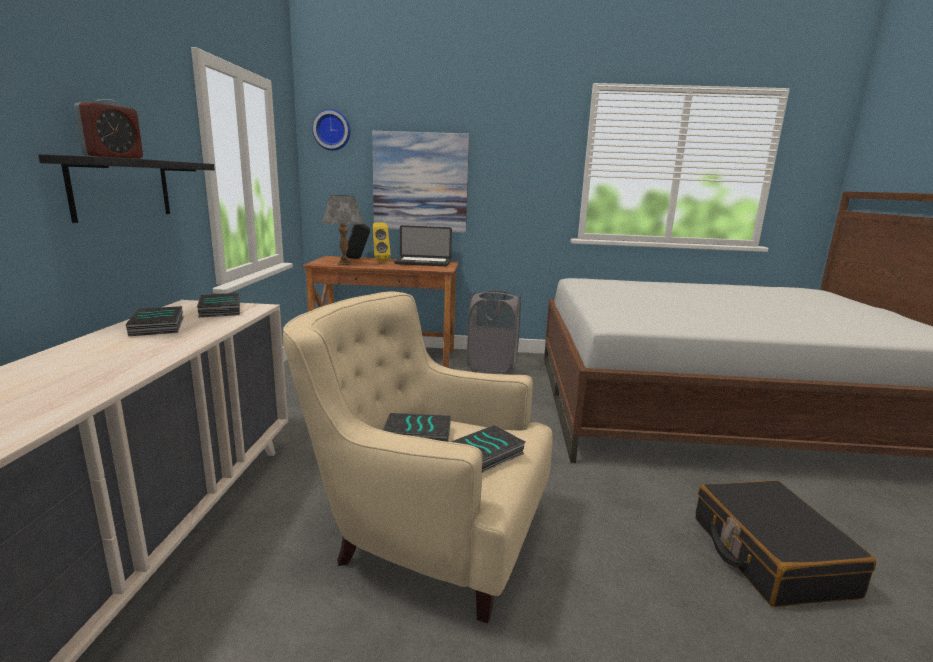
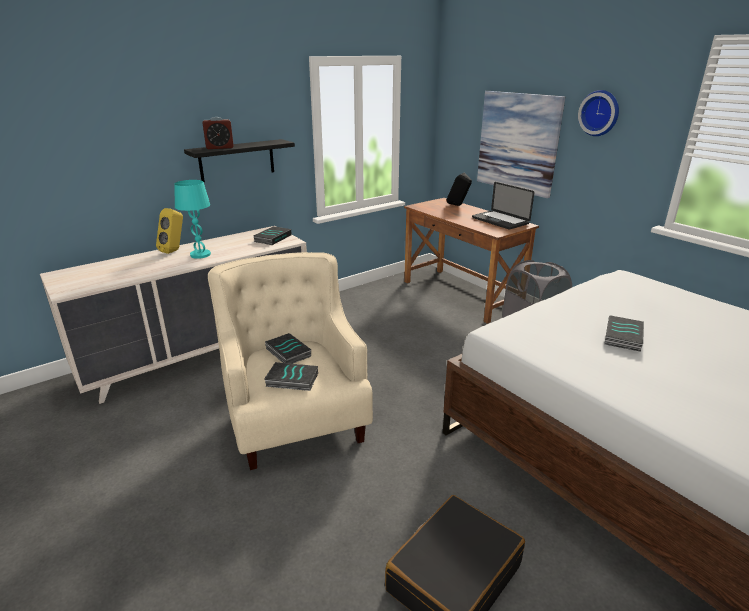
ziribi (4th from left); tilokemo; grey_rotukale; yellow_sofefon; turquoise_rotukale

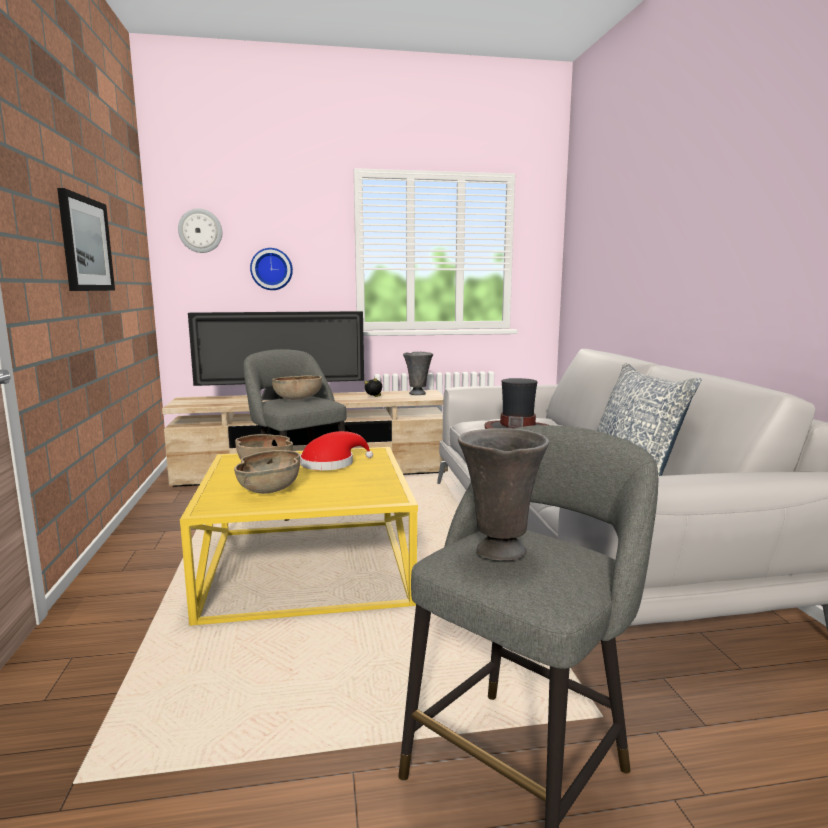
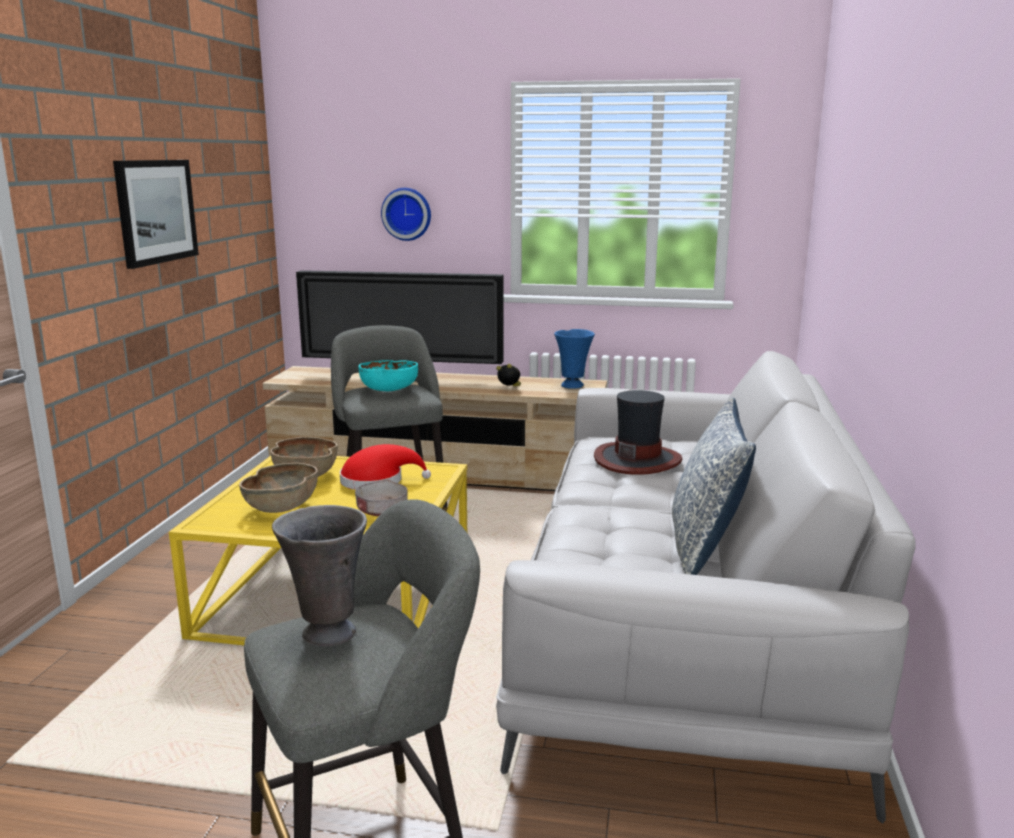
tilokemo (1st from left in the first image); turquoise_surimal; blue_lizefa; grey_surimal

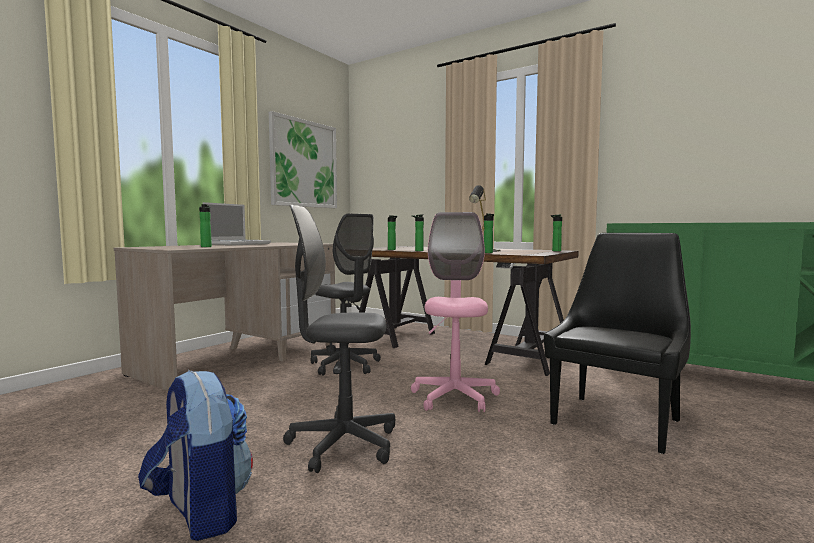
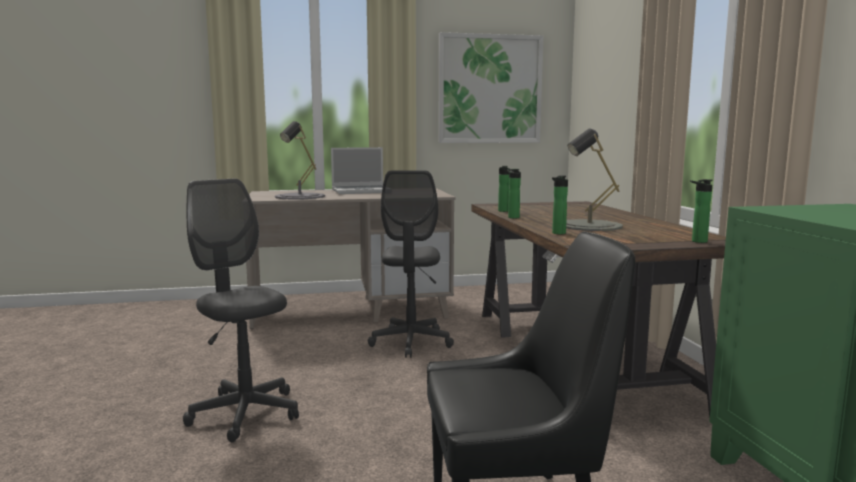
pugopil; grey_rotukale (1st from left); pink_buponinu

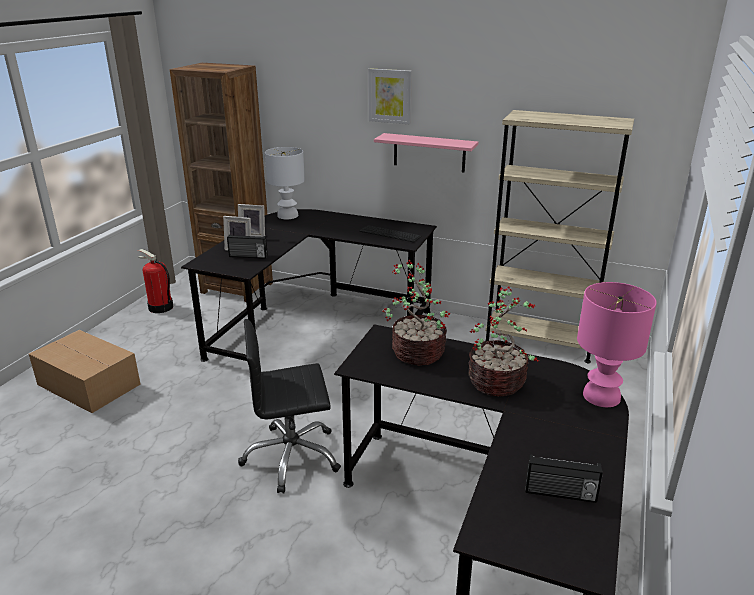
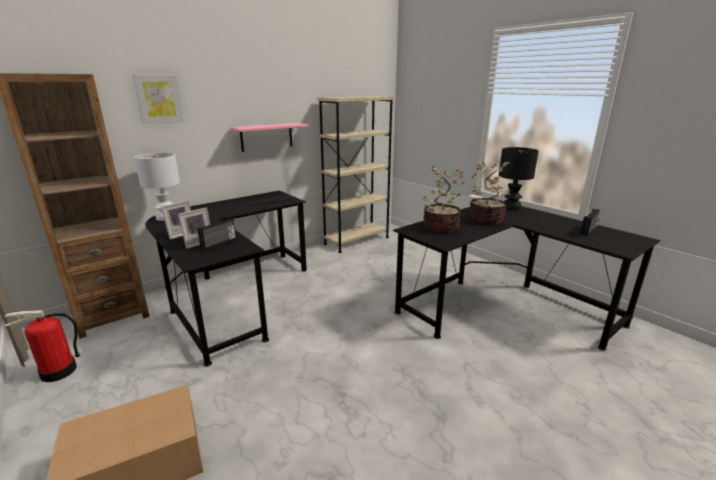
black_buponinu; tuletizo; black_rotukale

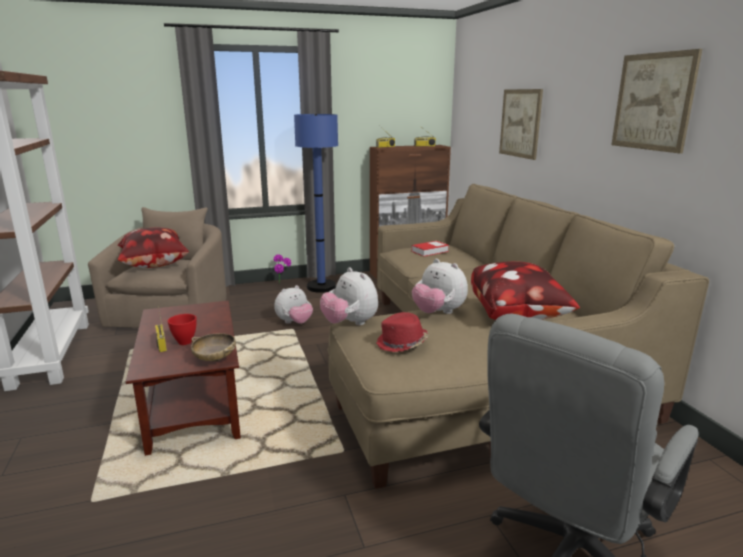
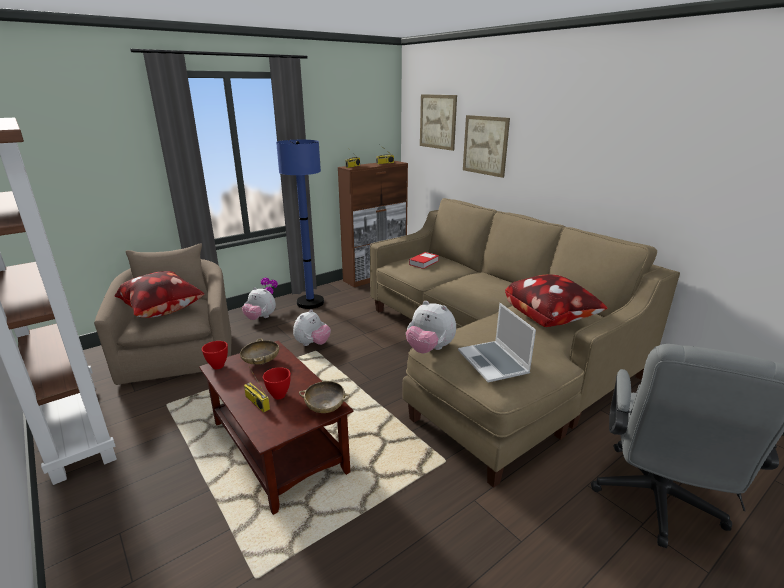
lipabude; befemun (1st from left); tuletizo (1st from left); red_surimal (1st from left); beige_surimal (1st from left)

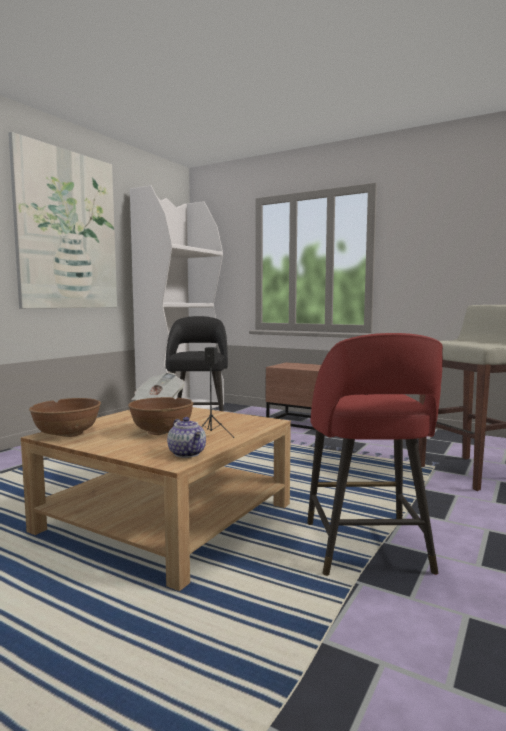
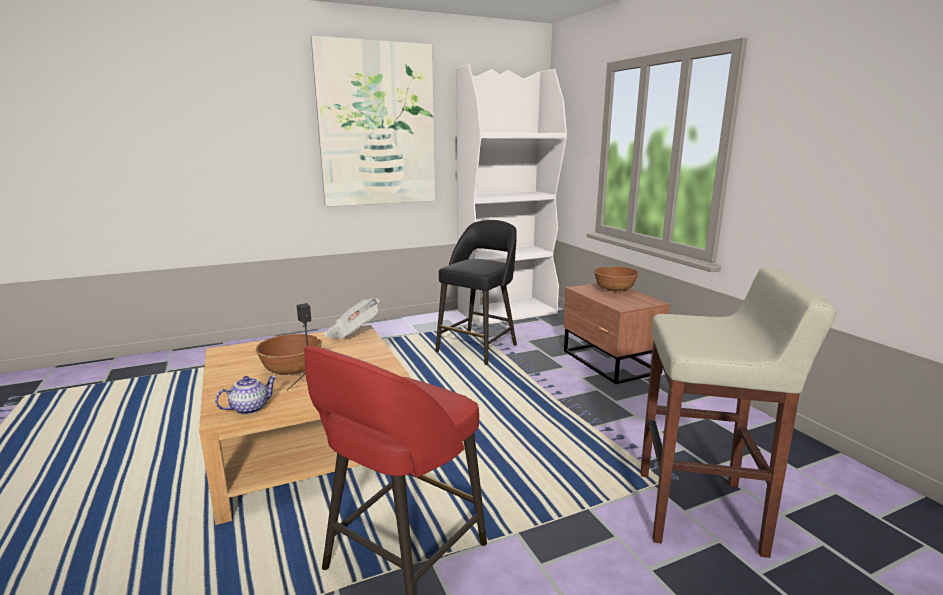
brown_surimal (2nd from left); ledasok

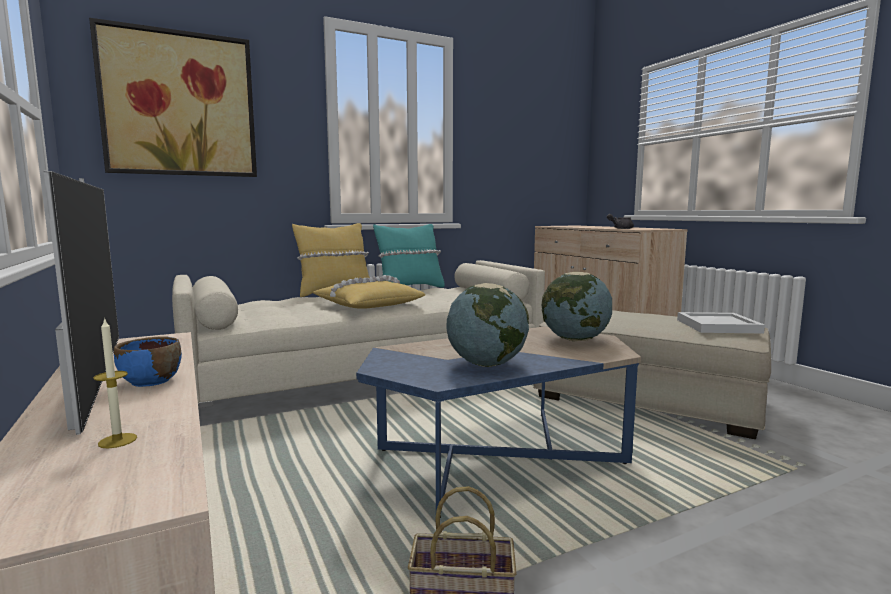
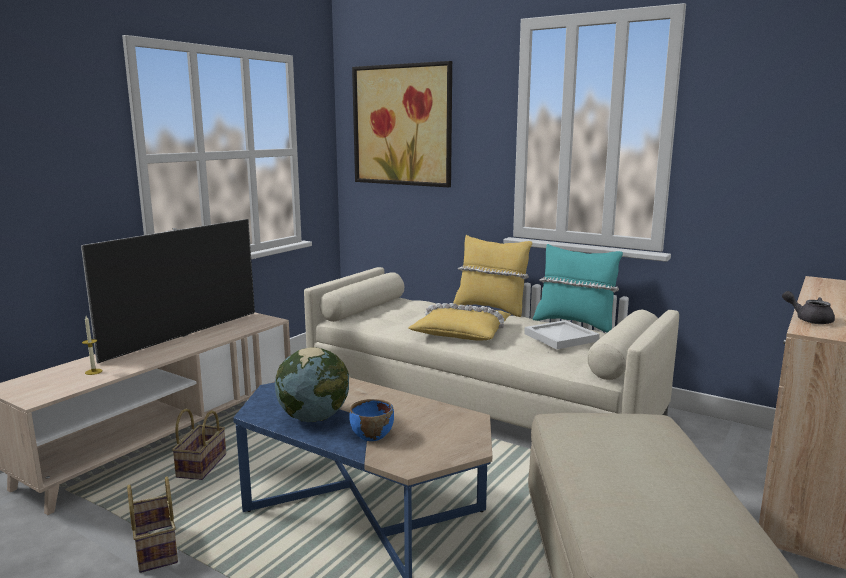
blue_surimal; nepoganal (2nd from left in the first image); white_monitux; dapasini (2nd from left)

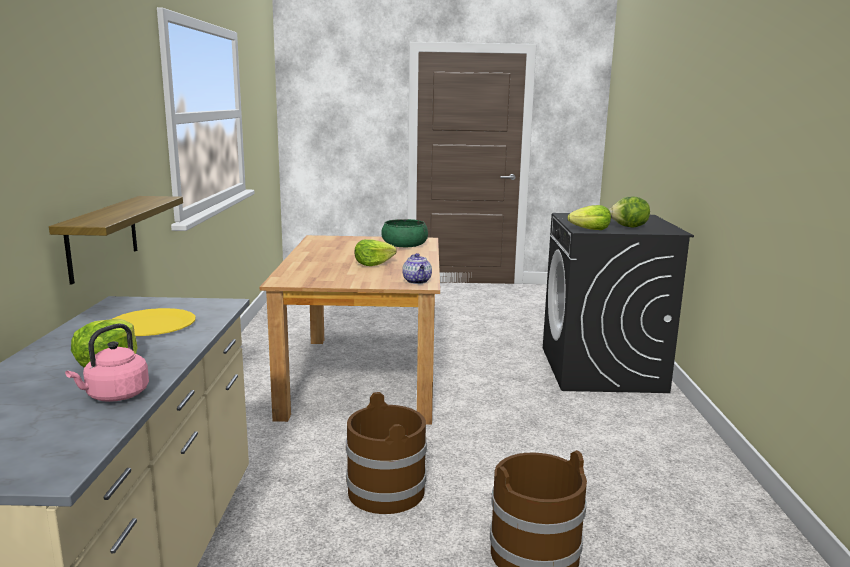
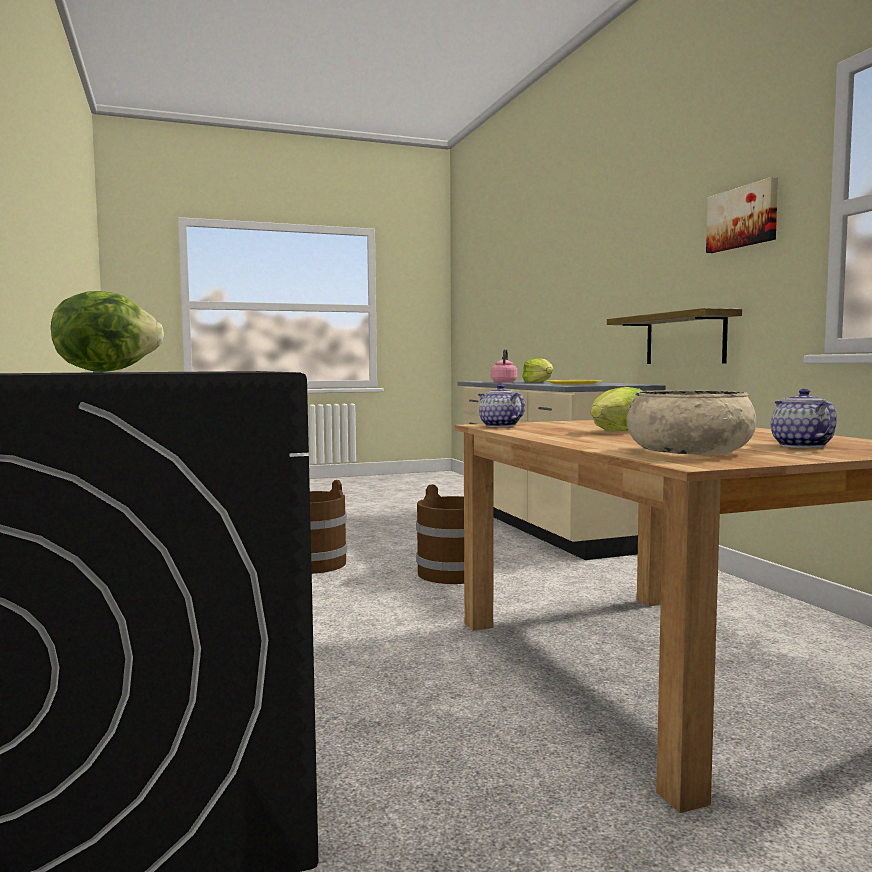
beige_surimal; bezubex (3rd from left in the first image); tuletizo; ledasok (2nd from left)

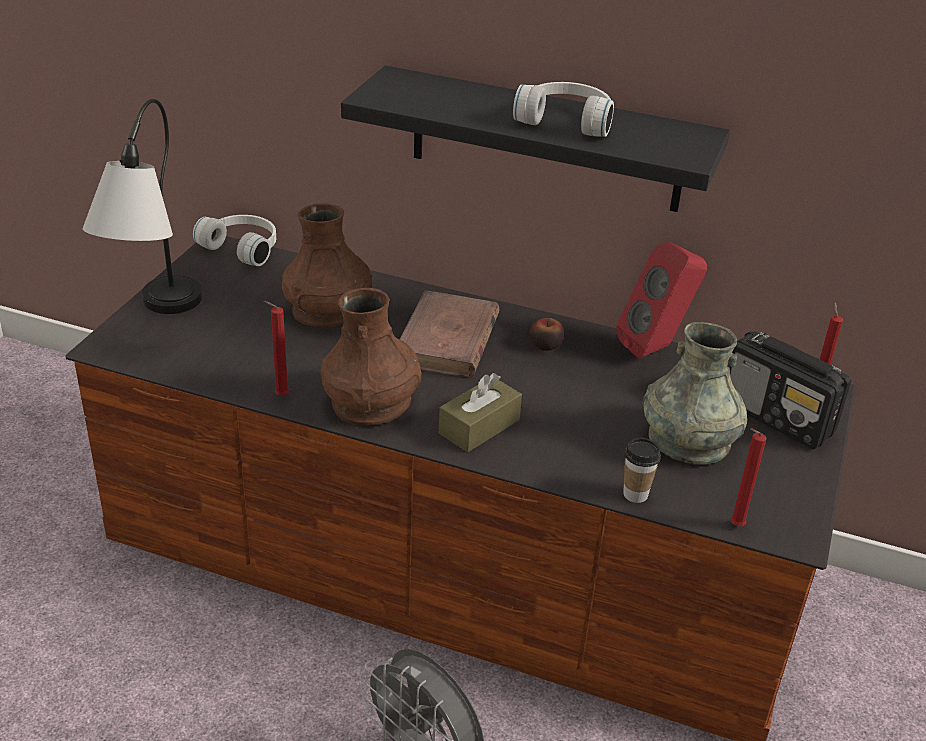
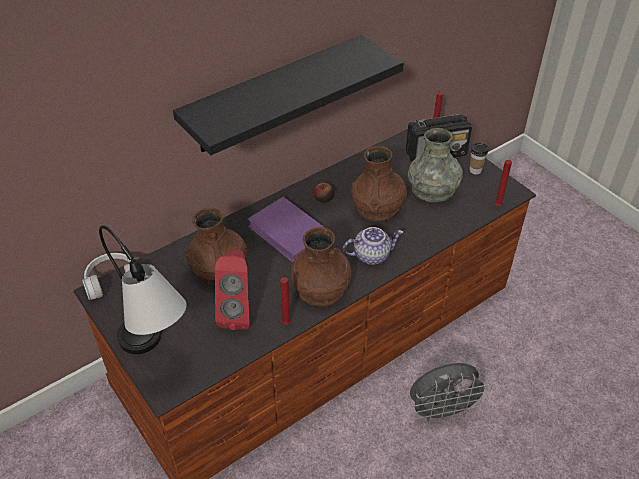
purple_ziribi; ledasok; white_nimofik (2nd from left in the first image); red_sofefon; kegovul; brown_lizefa (3rd from left)

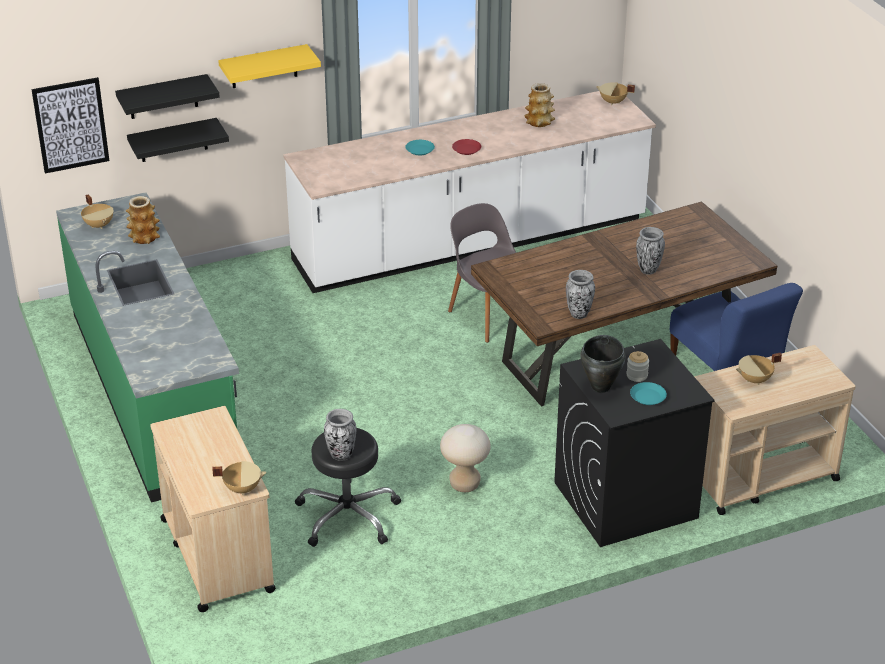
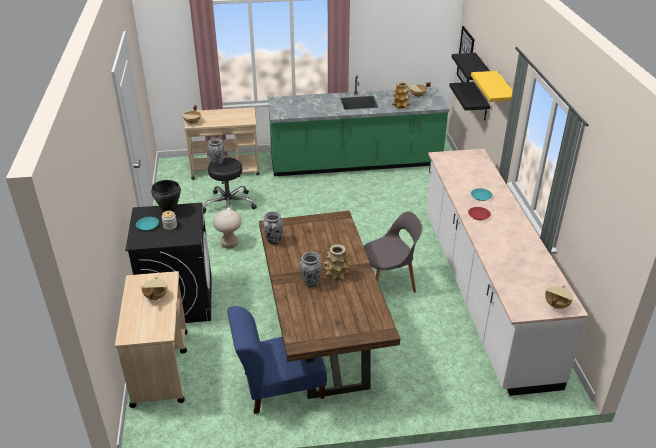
lizefa (4th from left)

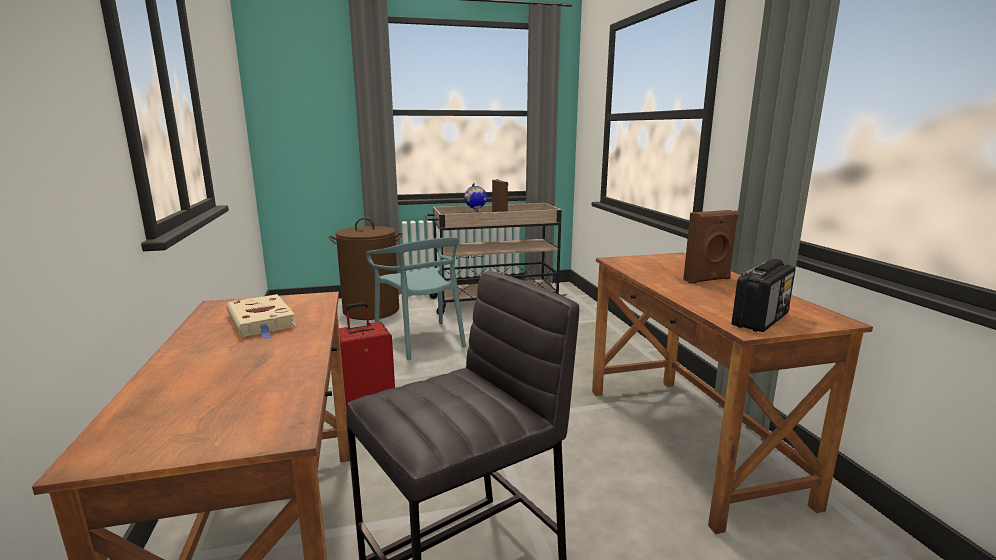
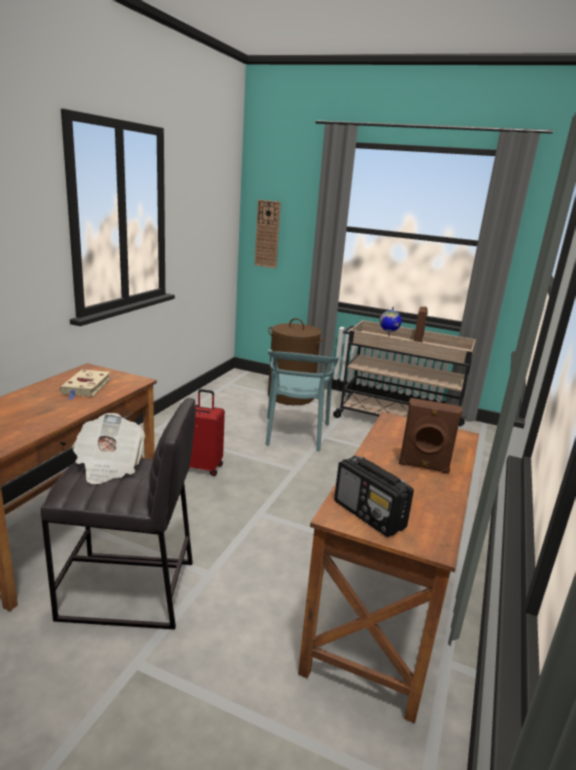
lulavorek; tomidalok; tilokemo

